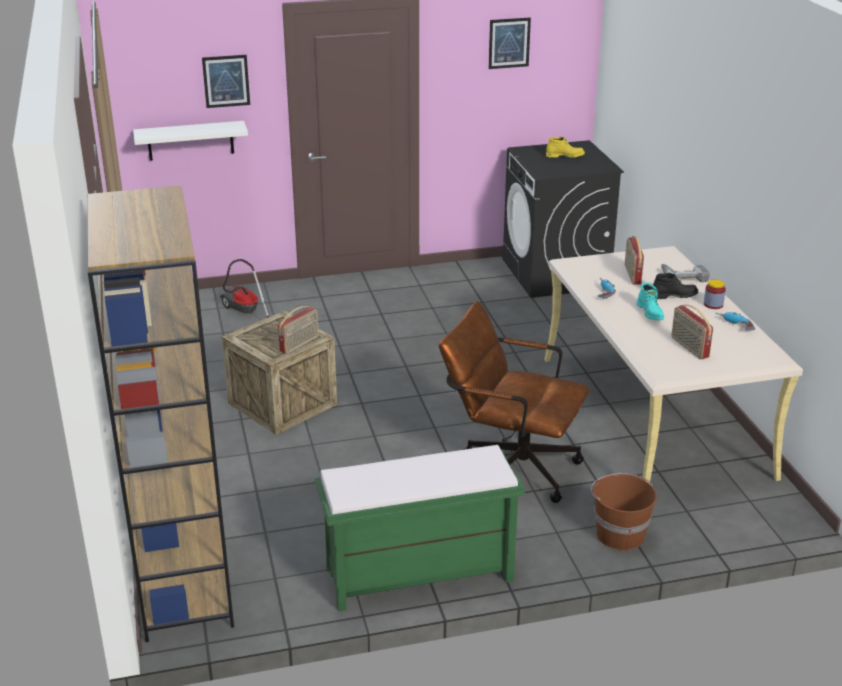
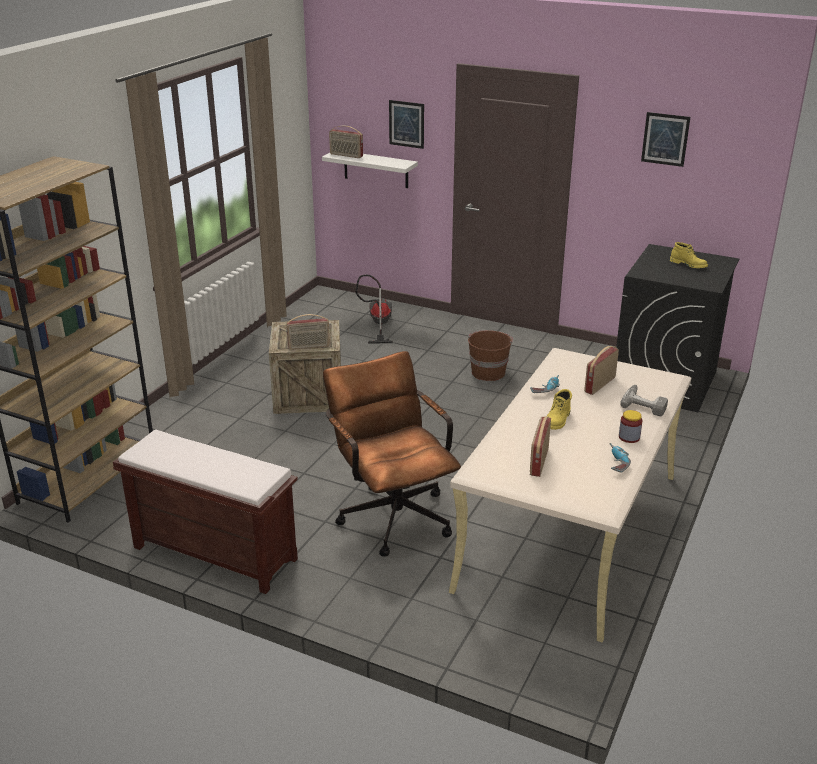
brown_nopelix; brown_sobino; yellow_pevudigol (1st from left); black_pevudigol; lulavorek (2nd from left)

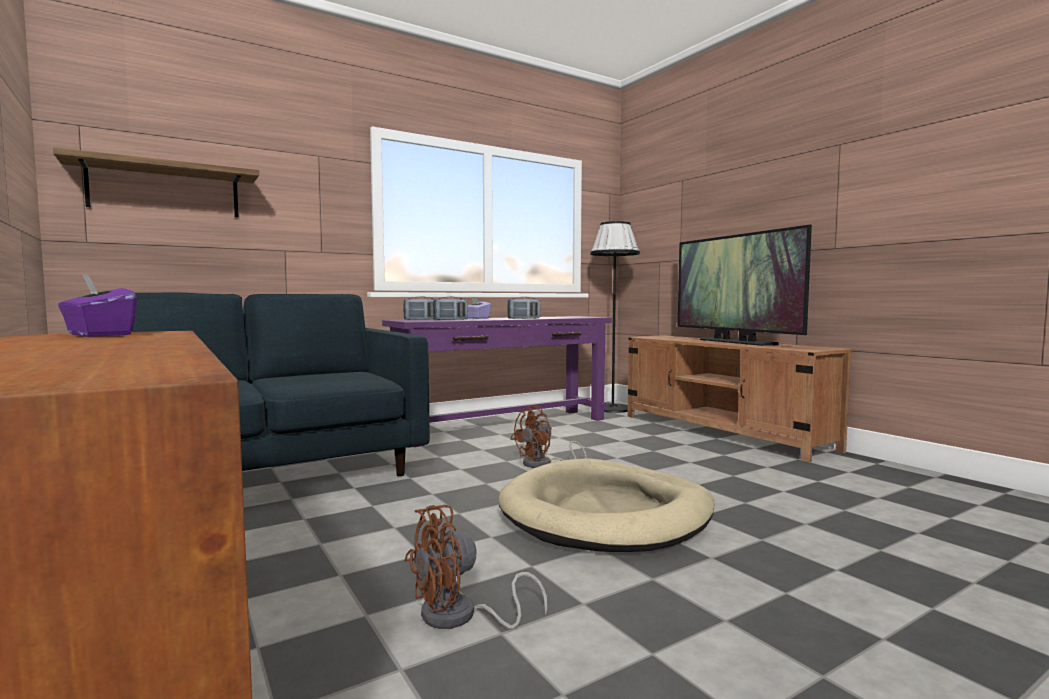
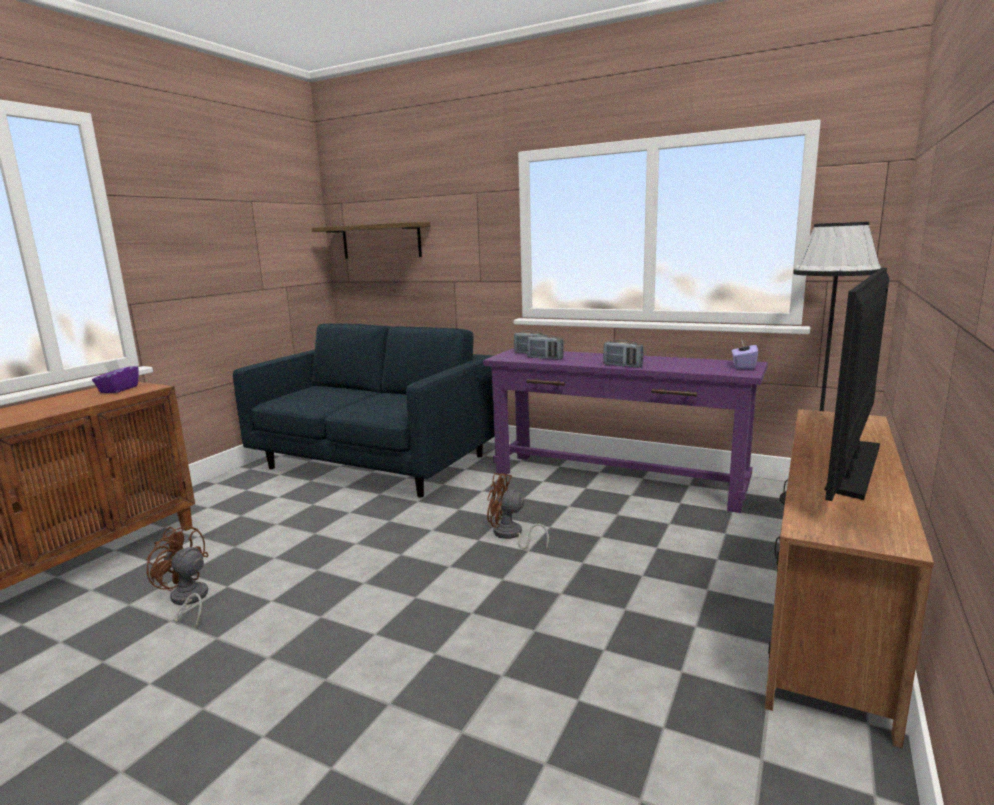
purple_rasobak (2nd from left); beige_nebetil

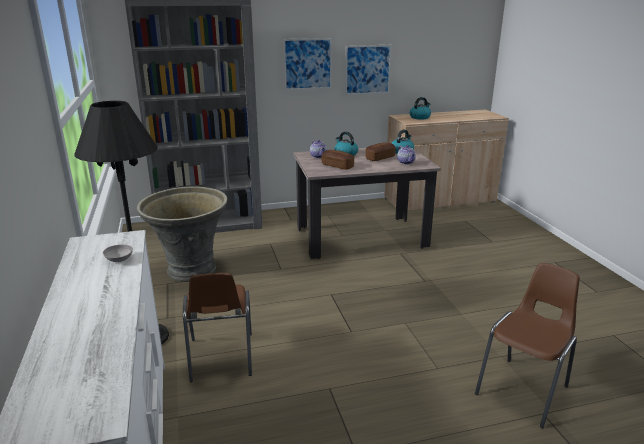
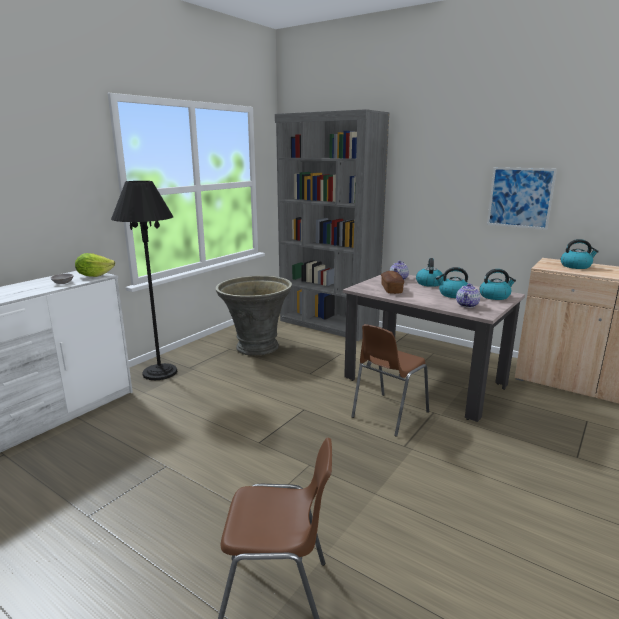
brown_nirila (2nd from left); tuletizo (1st from left in the first image); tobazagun (2nd from left); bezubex

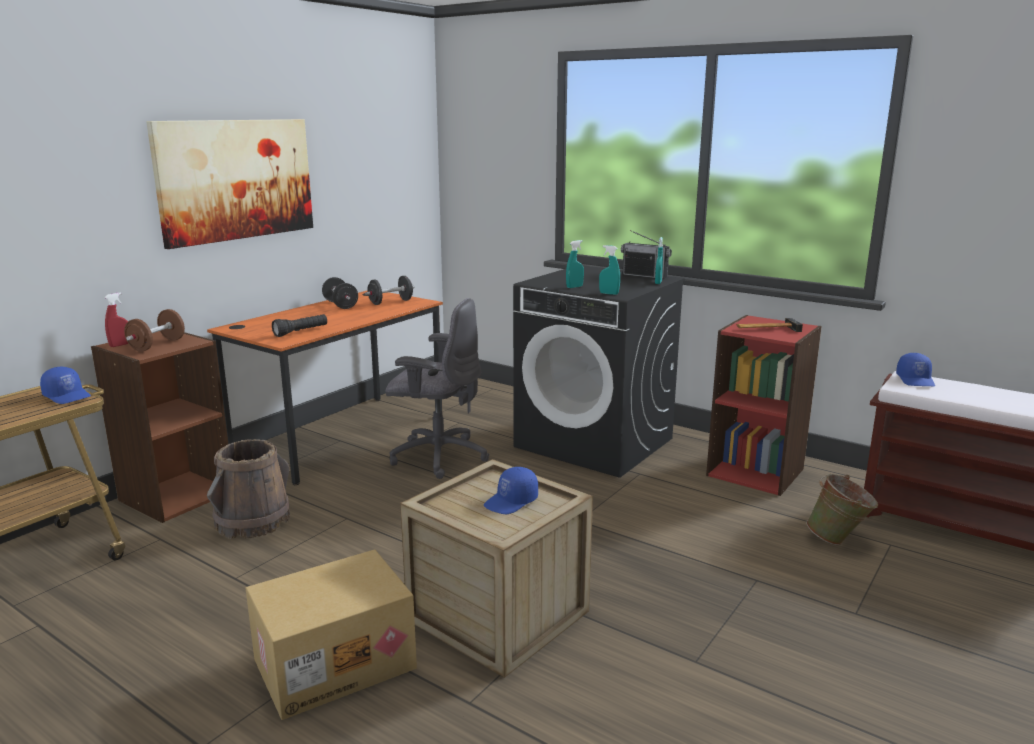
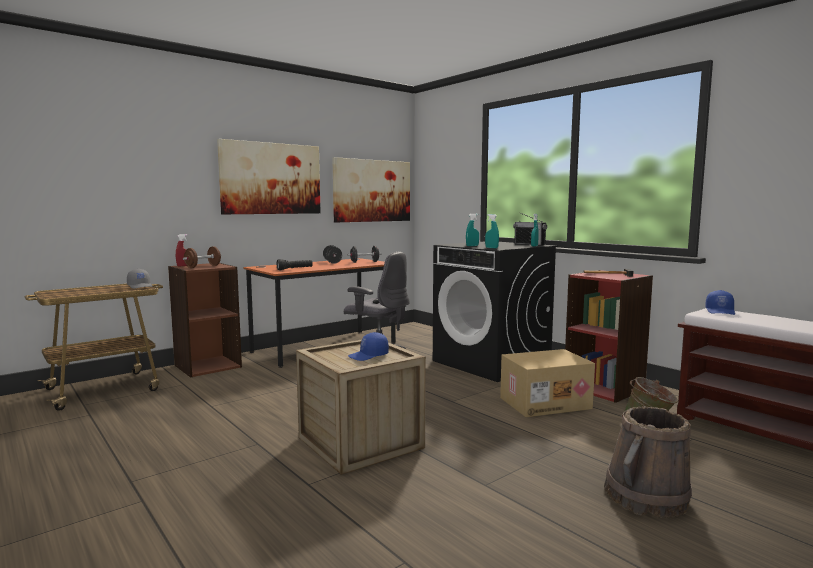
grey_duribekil; brown_sobino; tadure; tuletizo (2nd from left)

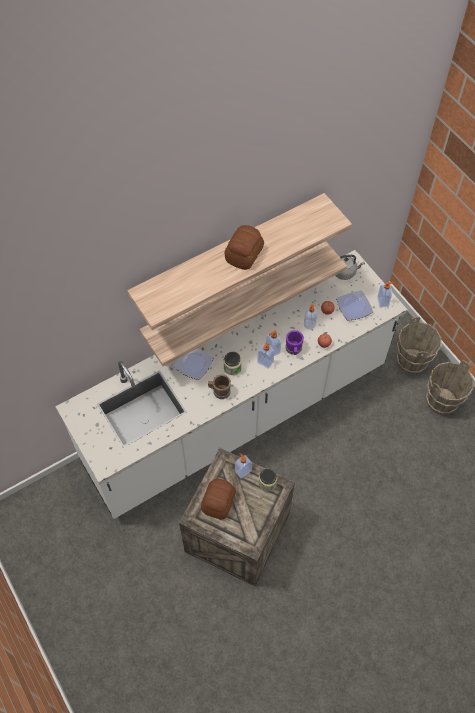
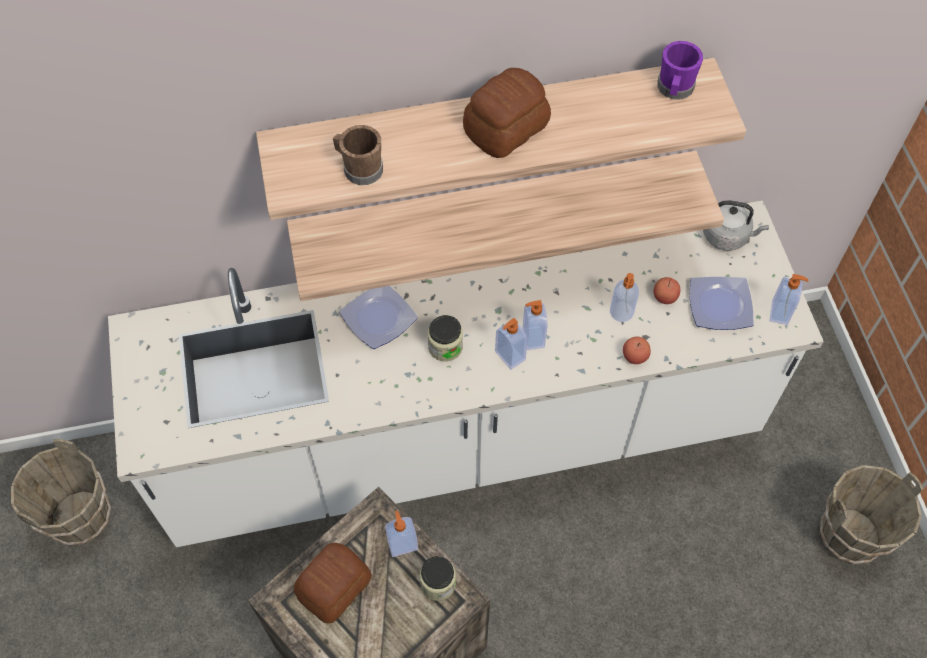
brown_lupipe; purple_lupipe; brown_sobino (1st from left)

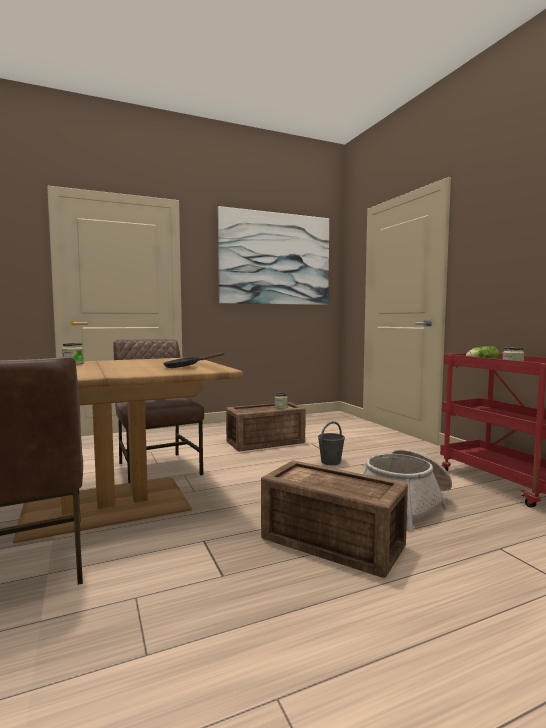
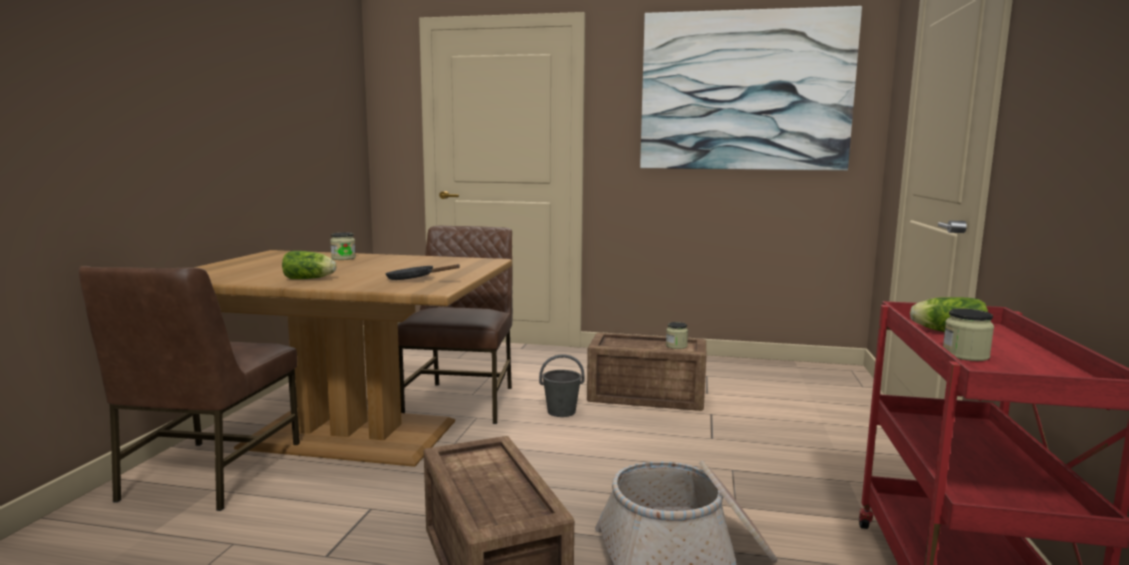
grey_sobino; bezubex (1st from left)

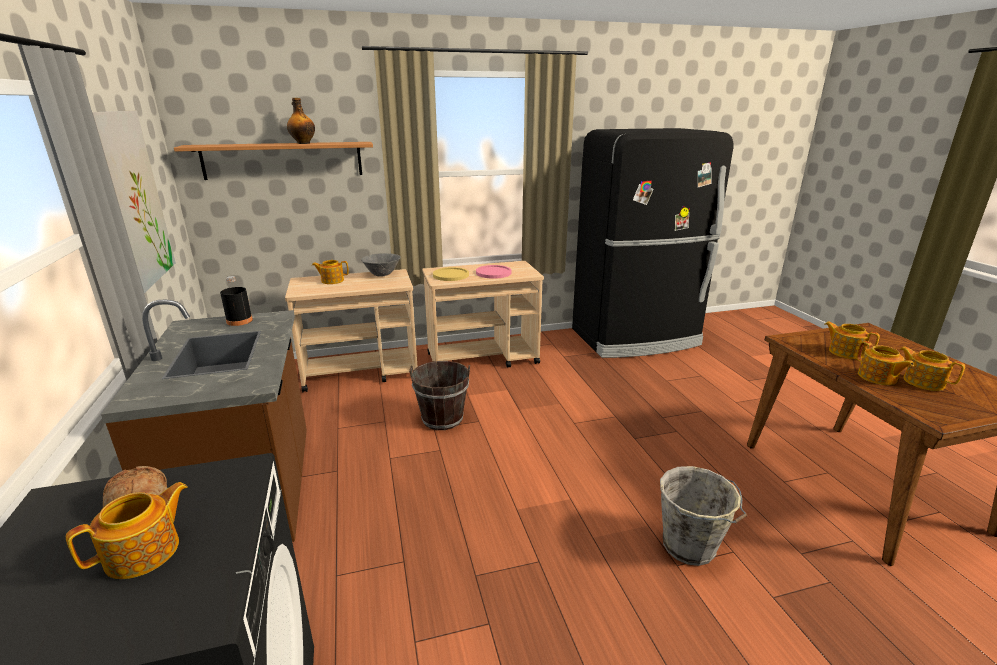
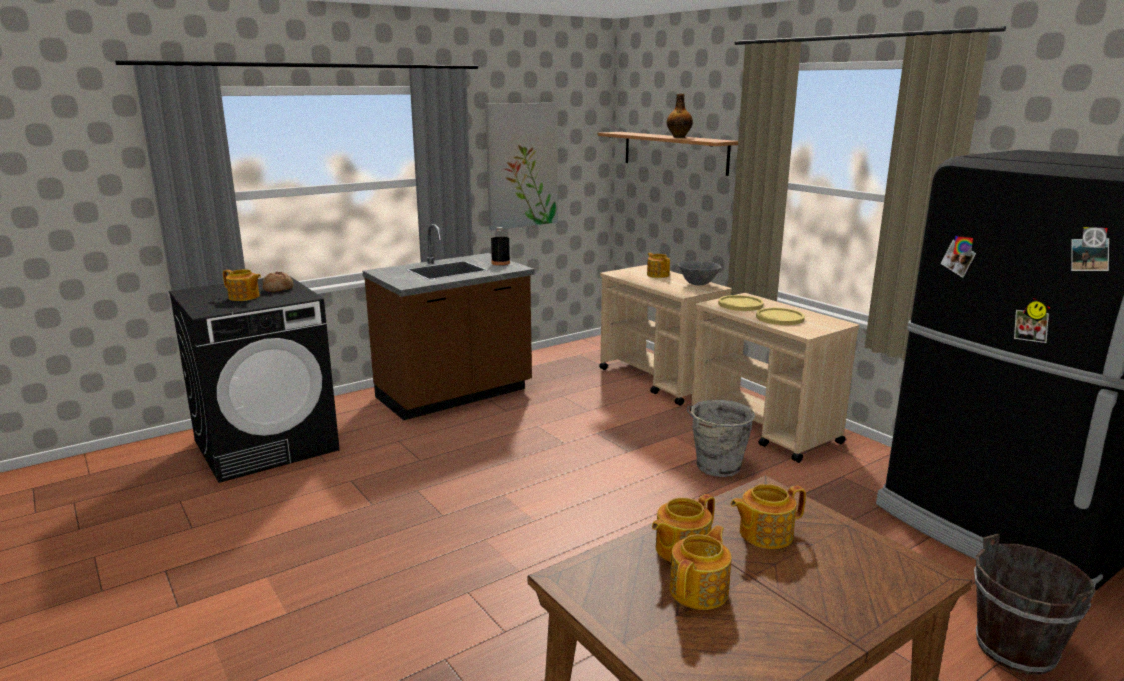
brown_sobino; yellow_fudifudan (2nd from left); grey_sobino; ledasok (5th from left)

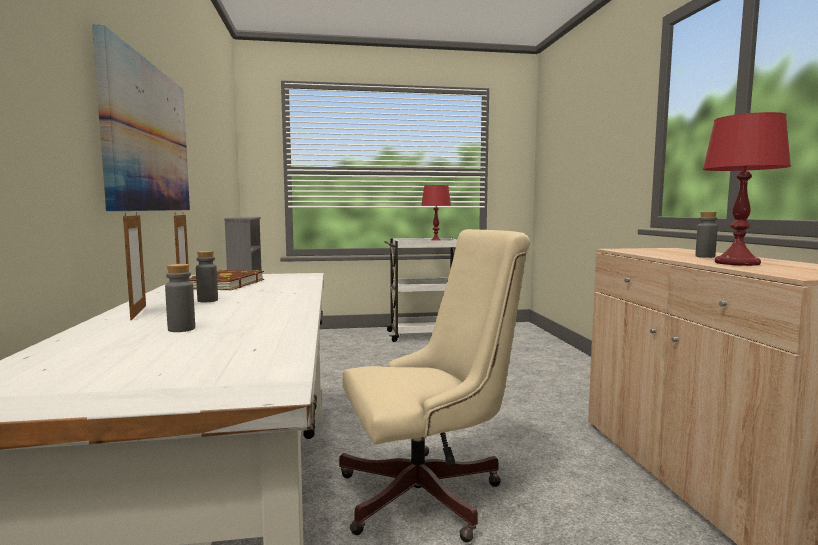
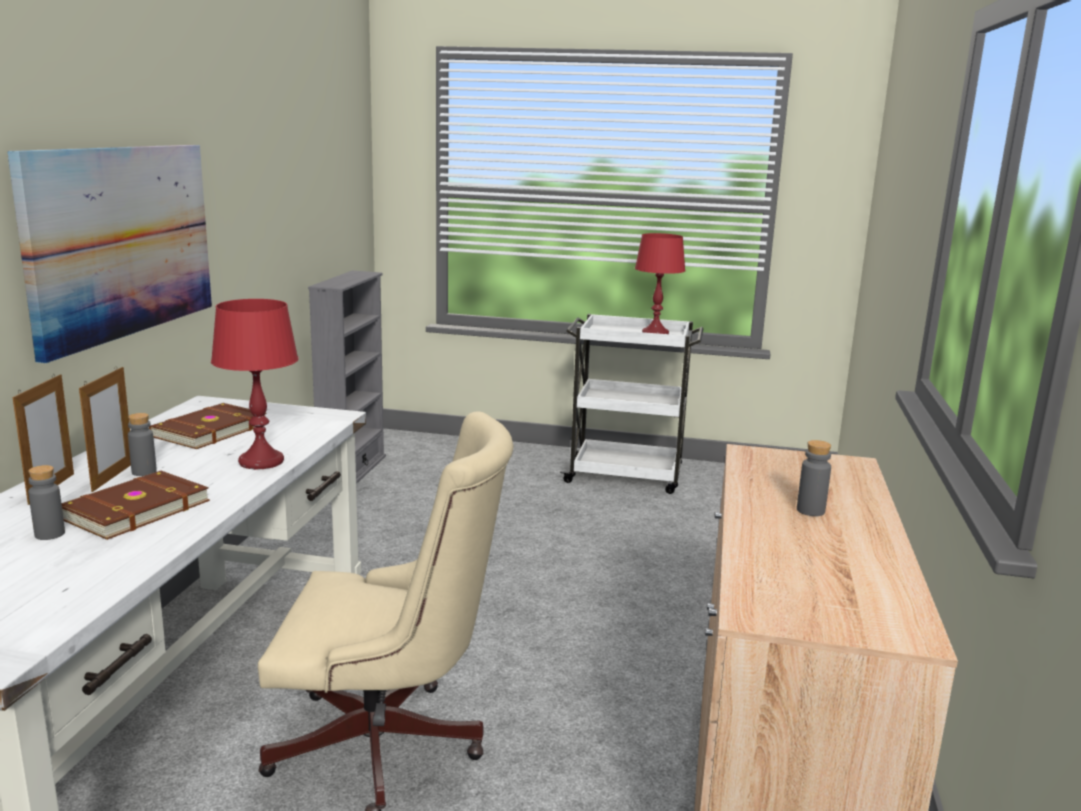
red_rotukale (1st from left); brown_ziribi (1st from left)

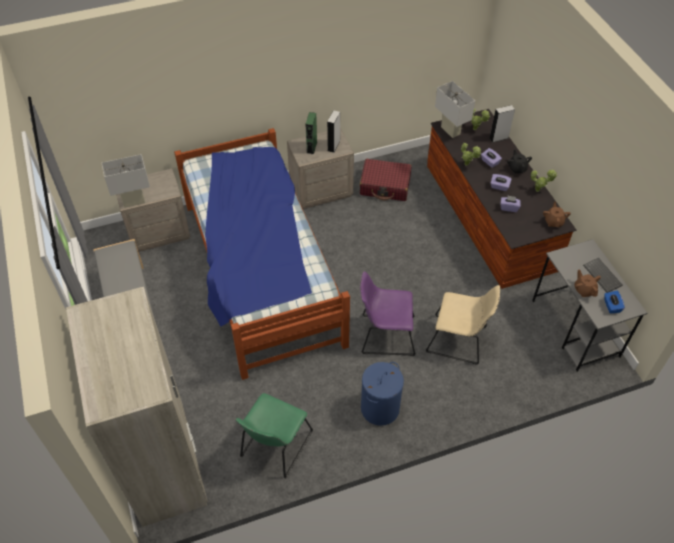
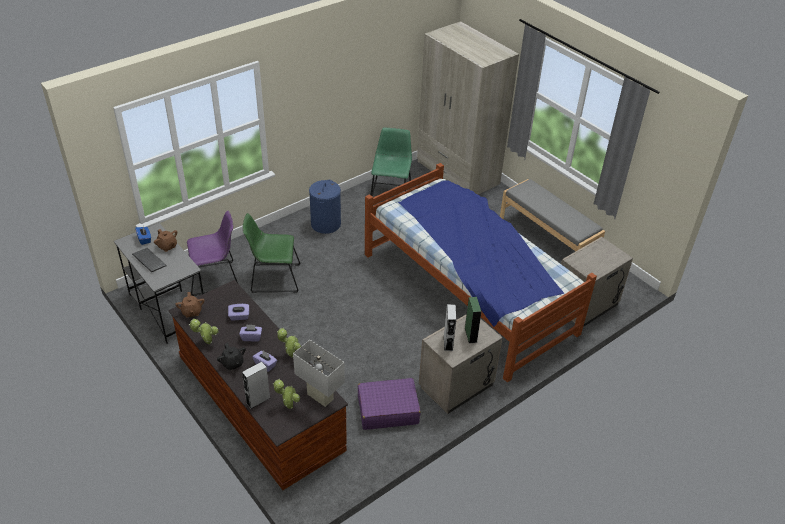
white_rotukale (1st from left in the first image); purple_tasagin; purple_nirila; green_nirila (1st from left)

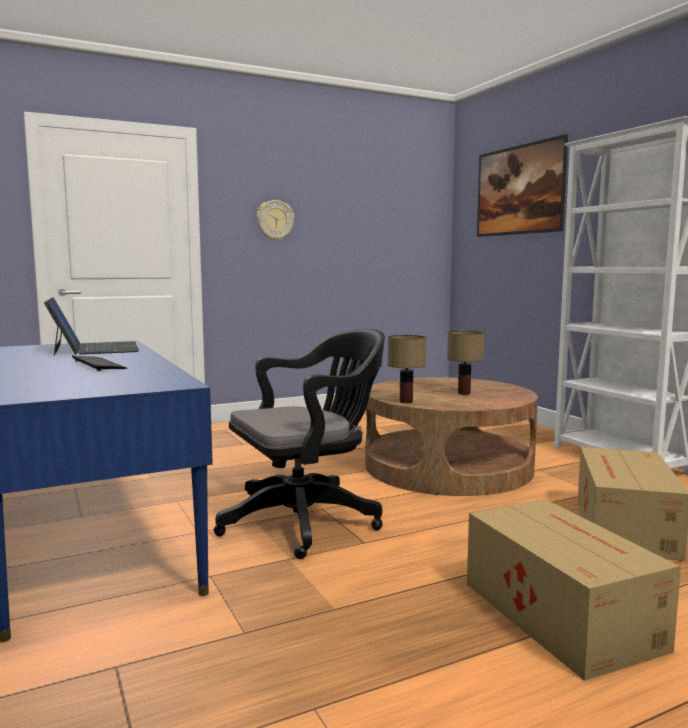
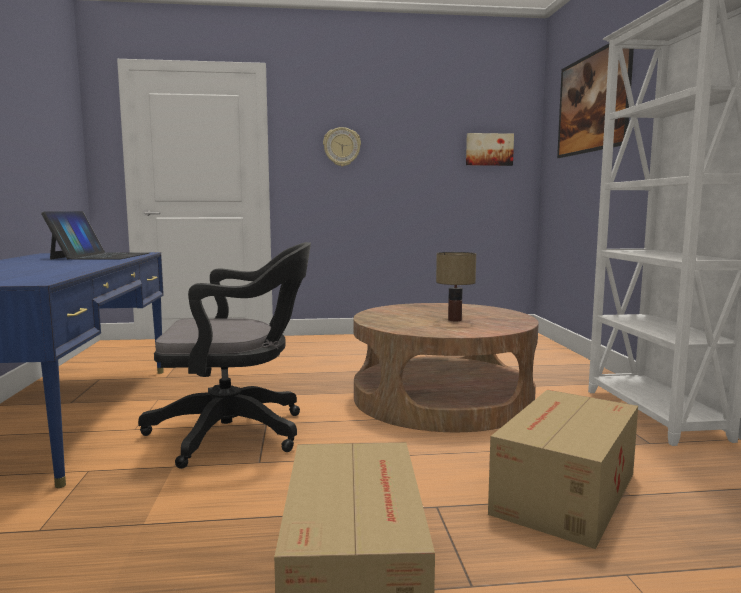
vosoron; rotukale (1st from left in the first image); tuletizo (1st from left)

